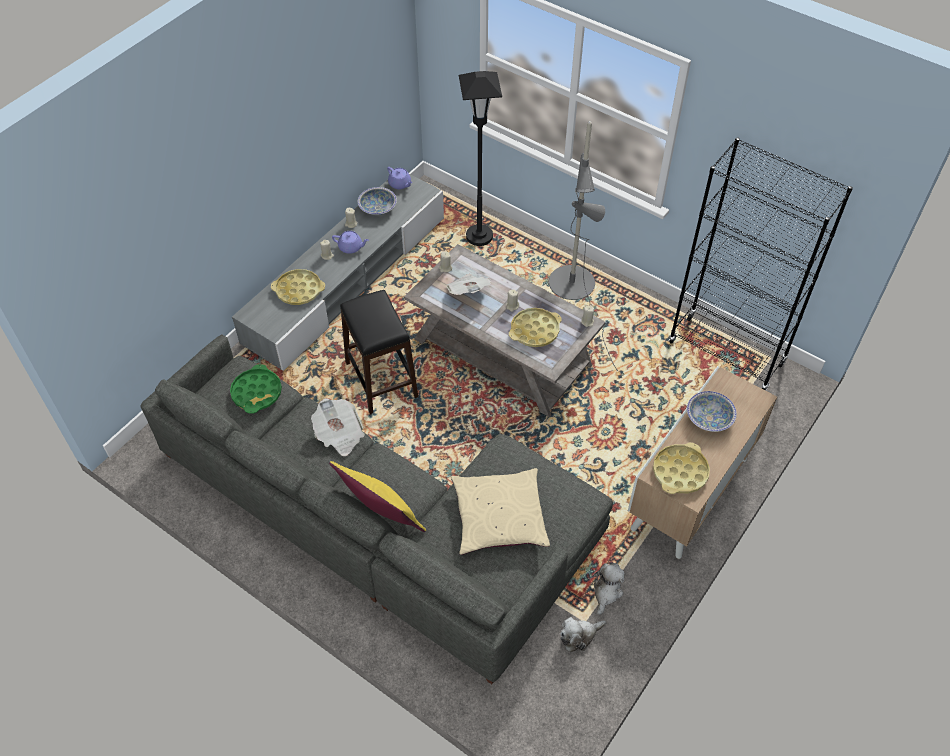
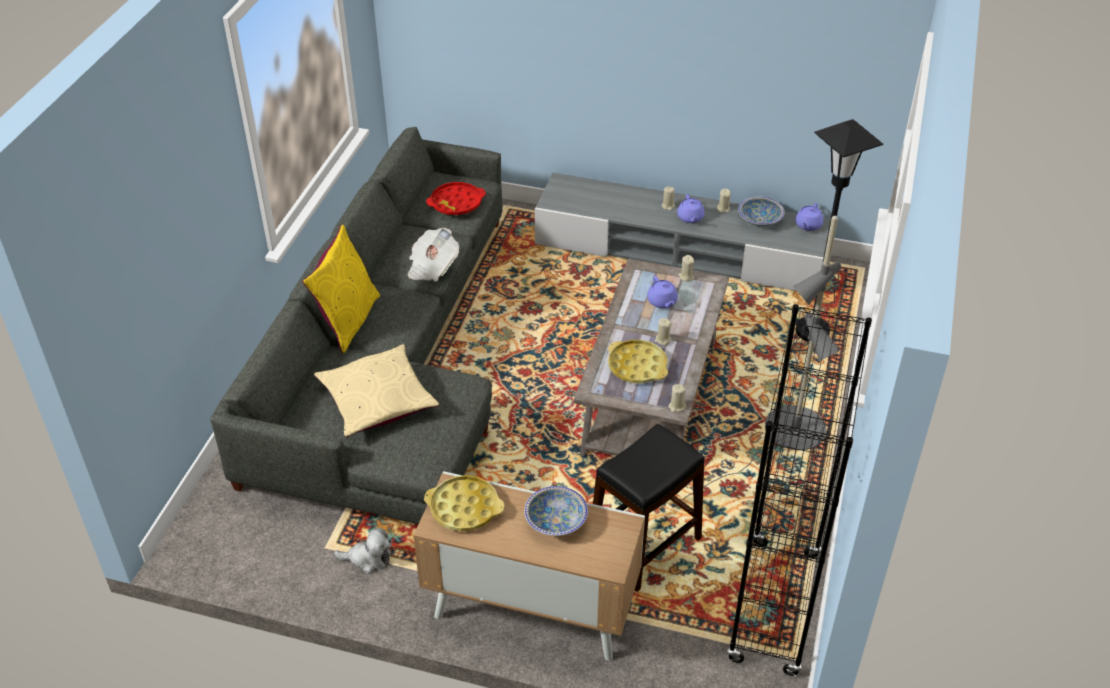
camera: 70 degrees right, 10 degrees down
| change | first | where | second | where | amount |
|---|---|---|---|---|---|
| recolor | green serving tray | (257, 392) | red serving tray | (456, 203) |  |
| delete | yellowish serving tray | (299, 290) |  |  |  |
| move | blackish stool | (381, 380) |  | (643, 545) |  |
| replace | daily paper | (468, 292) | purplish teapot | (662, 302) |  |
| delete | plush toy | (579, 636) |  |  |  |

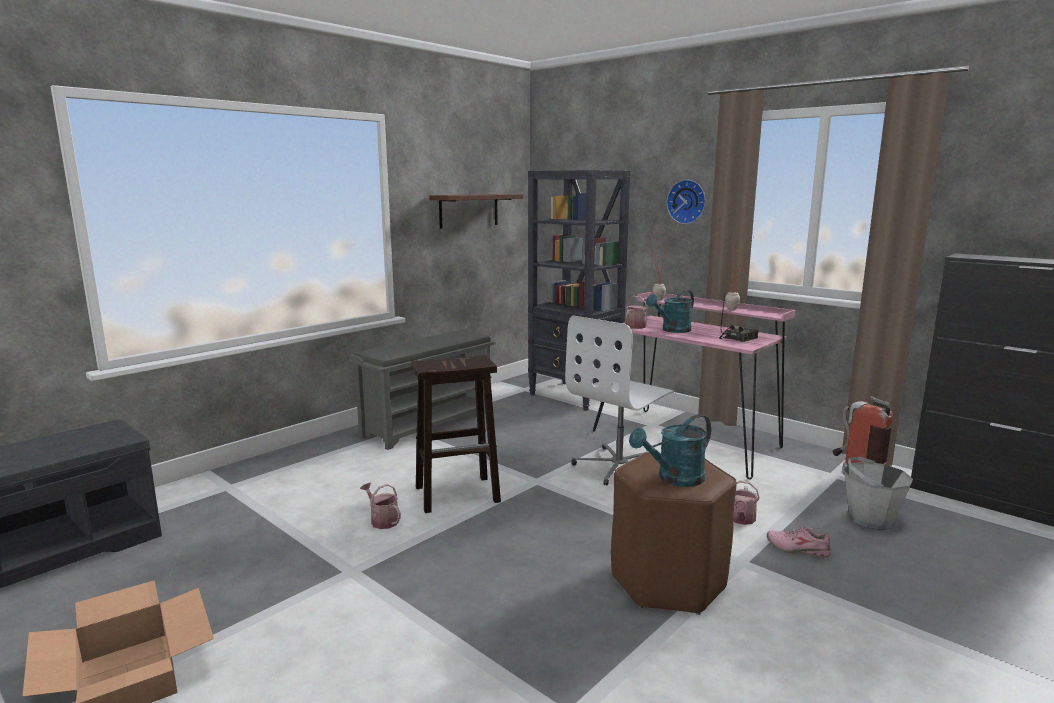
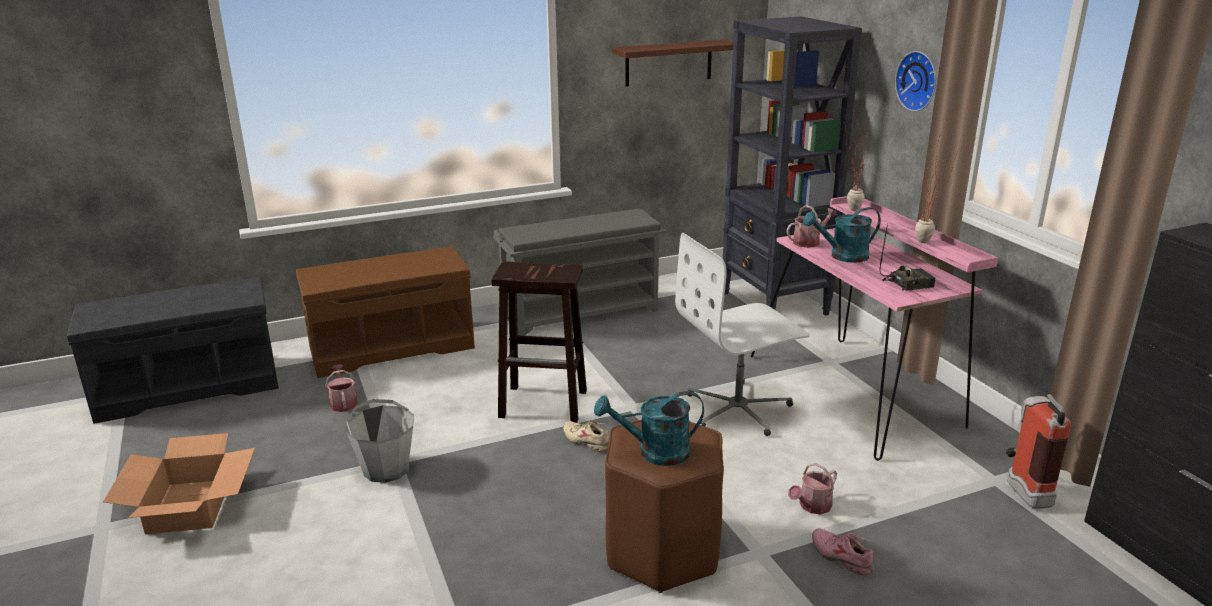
camera: 25 degrees right, 10 degrees up
| change | first | where | second | where | amount |
|---|---|---|---|---|---|
| move | watering can | (382, 520) |  | (343, 402) |  |
| move | gray water bucket | (871, 519) |  | (386, 468) |  |
| insert |  |  | brownish bench | (393, 346) |  |
| insert |  |  | beige-coloured low shoe | (586, 441) |  |

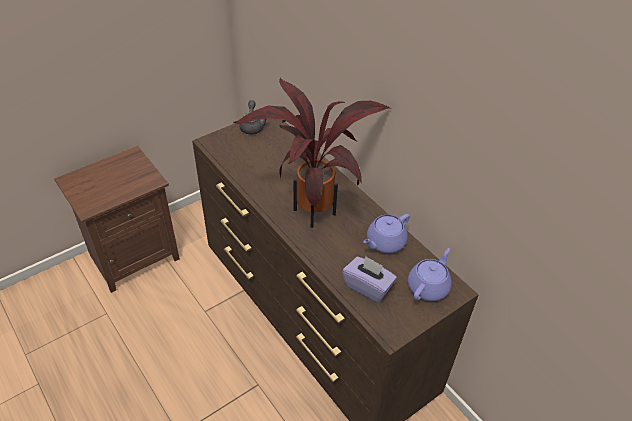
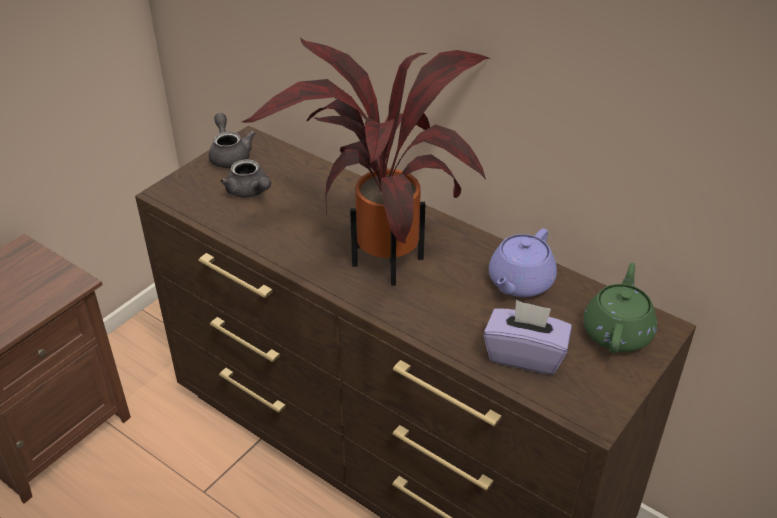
camera: 15 degrees left, 5 degrees down
| change | first | where | second | where | amount |
|---|---|---|---|---|---|
| recolor | purplish teapot | (428, 286) | green teapot | (617, 332) |  |
| insert |  |  | gray teapot | (250, 192) |  |

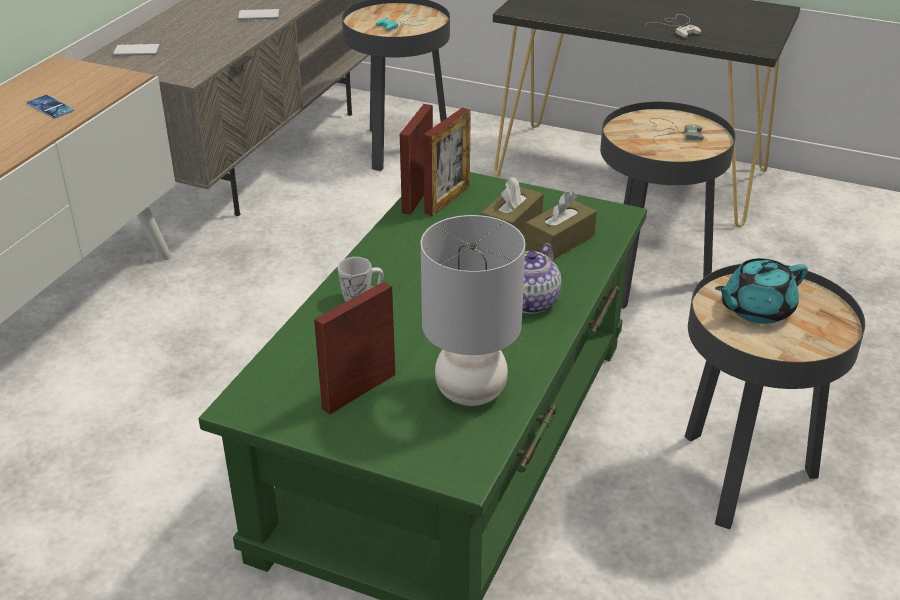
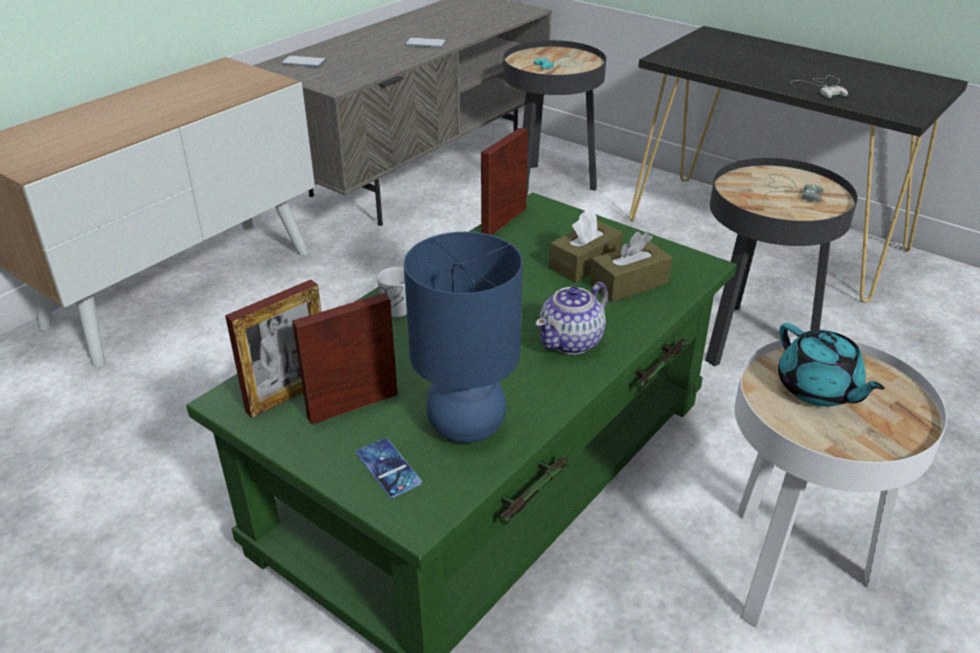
camera: 15 degrees right, 0 degrees up
| change | first | where | second | where | amount |
|---|---|---|---|---|---|
| move | phone | (50, 107) |  | (388, 468) |  |
| recolor | gray lamp for a table | (469, 392) | blue-coloured lamp for a table | (465, 426) |  |
| move | photo frame | (447, 200) |  | (288, 395) |  |
| recolor | blackish accent table | (743, 477) | whitish accent table | (789, 570) |  |
| rotate | blue-green teapot | (756, 309) |  | (818, 389) | 105 degrees counterclockwise |

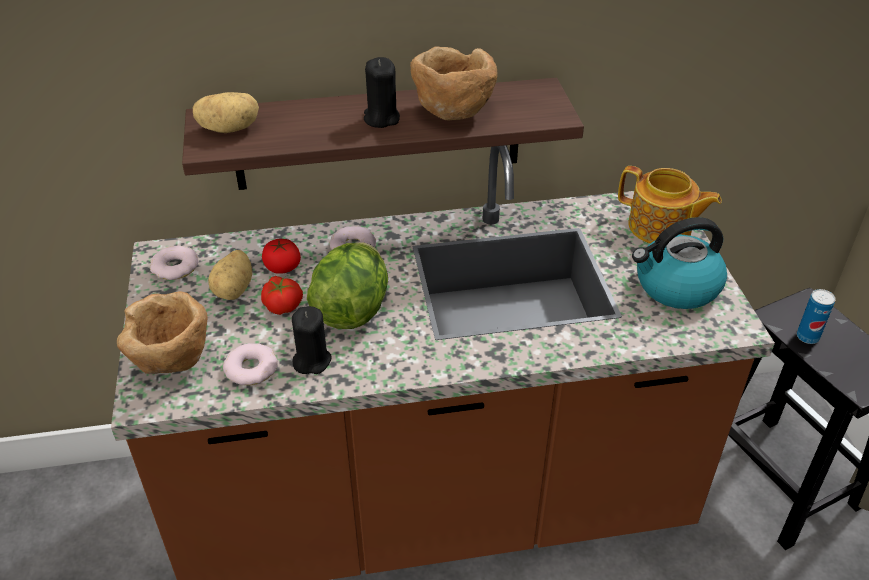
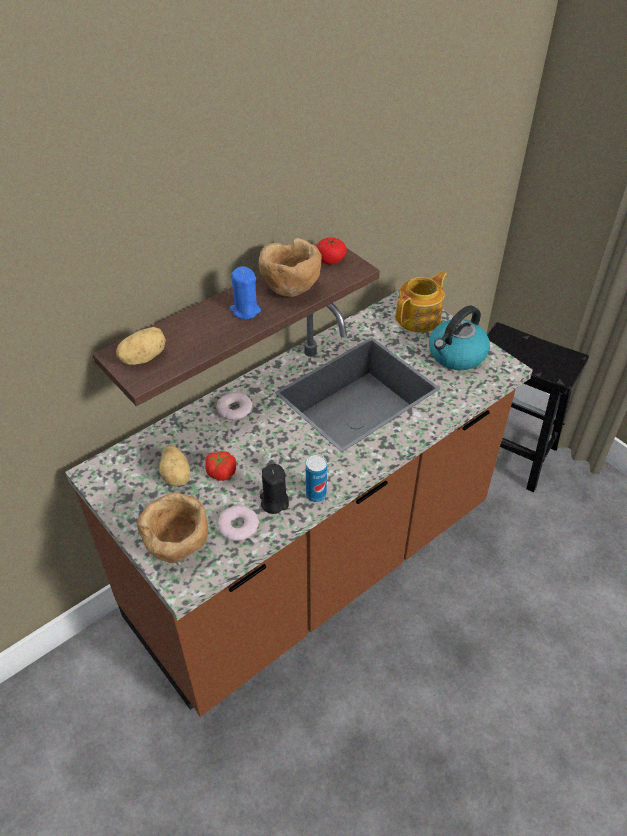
camera: 30 degrees left, 5 degrees up
| change | first | where | second | where | amount |
|---|---|---|---|---|---|
| delete | doughnut | (175, 267) |  |  |  |
| move | whole tomato | (282, 266) |  | (330, 259) |  |
| delete | lettuce | (352, 310) |  |  |  |
| recolor | blackish wax light | (381, 118) | blue-coloured wax light | (245, 310) |  |
| rotate | teapot | (661, 228) |  | (419, 318) | 45 degrees counterclockwise |
| move | sealed can | (807, 337) |  | (316, 495) |  |

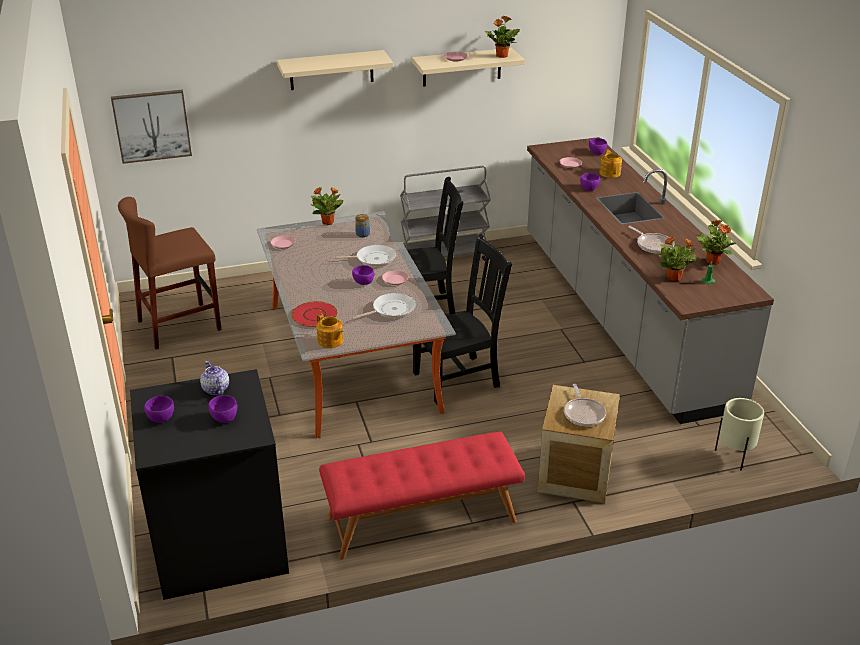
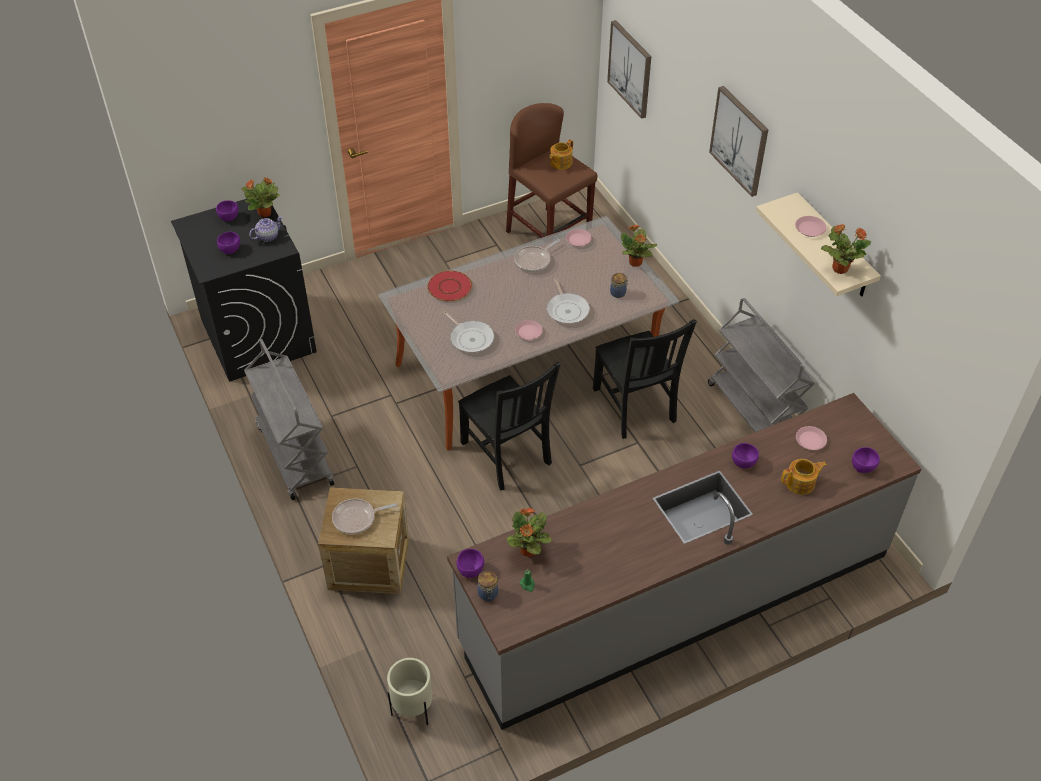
camera: 80 degrees right, 15 degrees up
| change | first | where | second | where | amount |
|---|---|---|---|---|---|
| replace | beige-coloured wall shelf | (331, 70) | picture | (740, 140) |  |
| move | teapot | (330, 341) |  | (560, 163) |  |
| replace | red bench | (422, 520) | gray trolley | (294, 454) |  |
| move | purplish serving bowl | (363, 283) |  | (469, 570) |  |
| move | pan | (653, 245) |  | (534, 260) |  |
| move | houseplant | (712, 261) |  | (265, 213) |  |
| insert |  |  | preserve jar | (488, 594) |  |

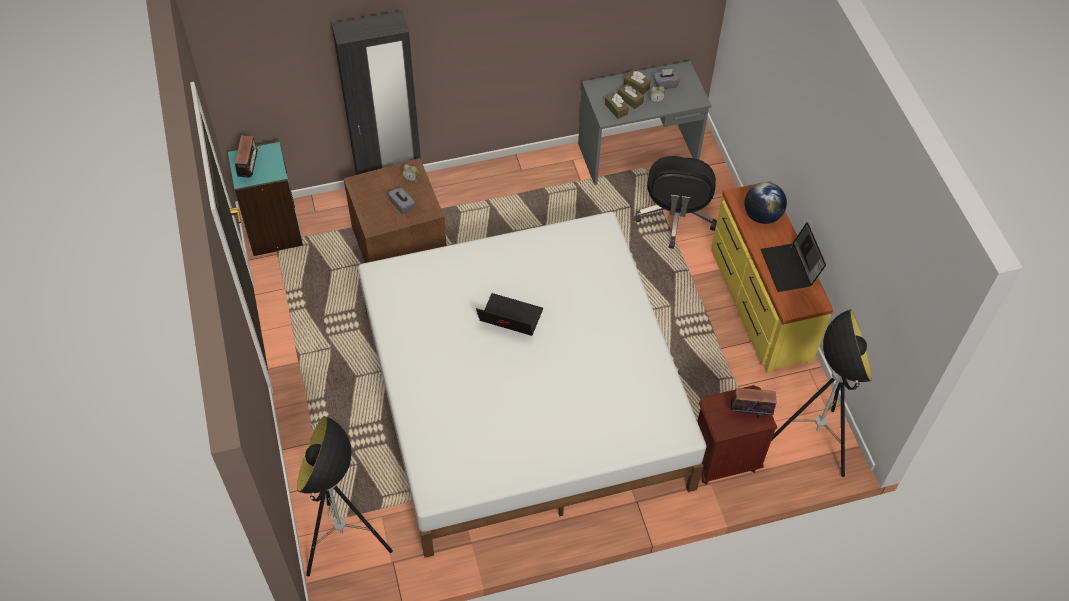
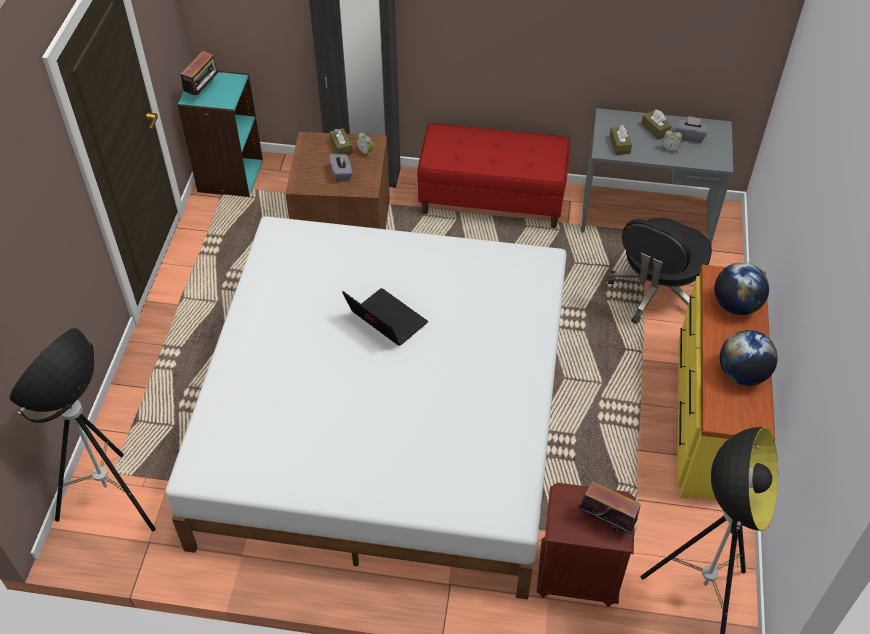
camera: 25 degrees right, 5 degrees down
| change | first | where | second | where | amount |
|---|---|---|---|---|---|
| move | brownish tissue holder | (630, 99) |  | (341, 147) |  |
| replace | laptop | (790, 268) | desk globe | (742, 374) |  |
| insert |  |  | red bench | (492, 200) |  |

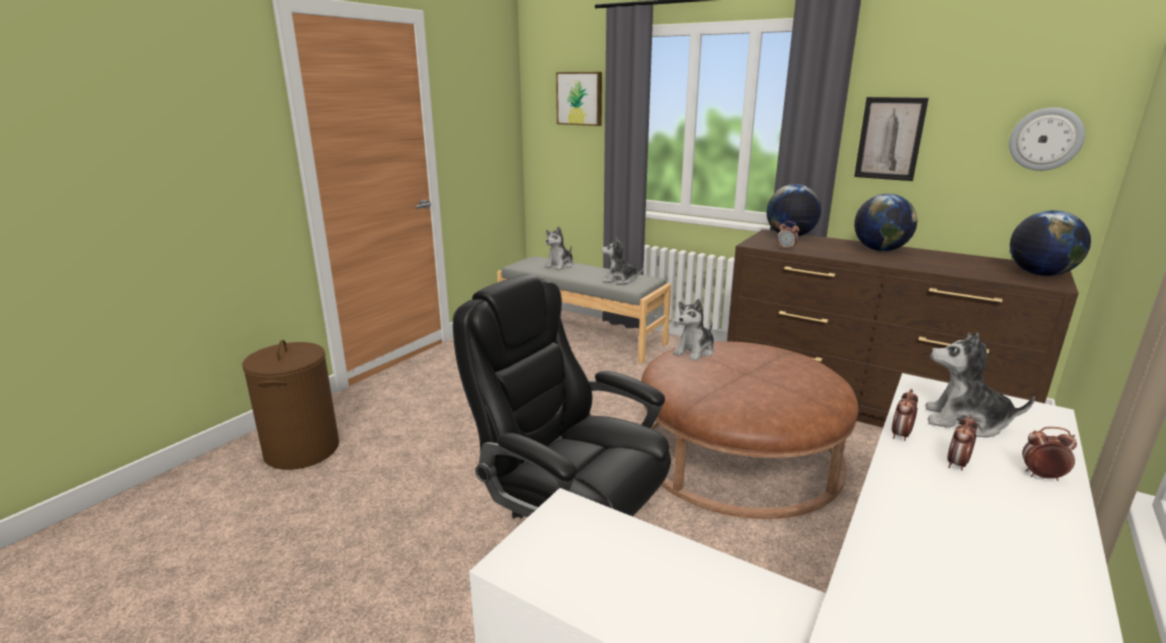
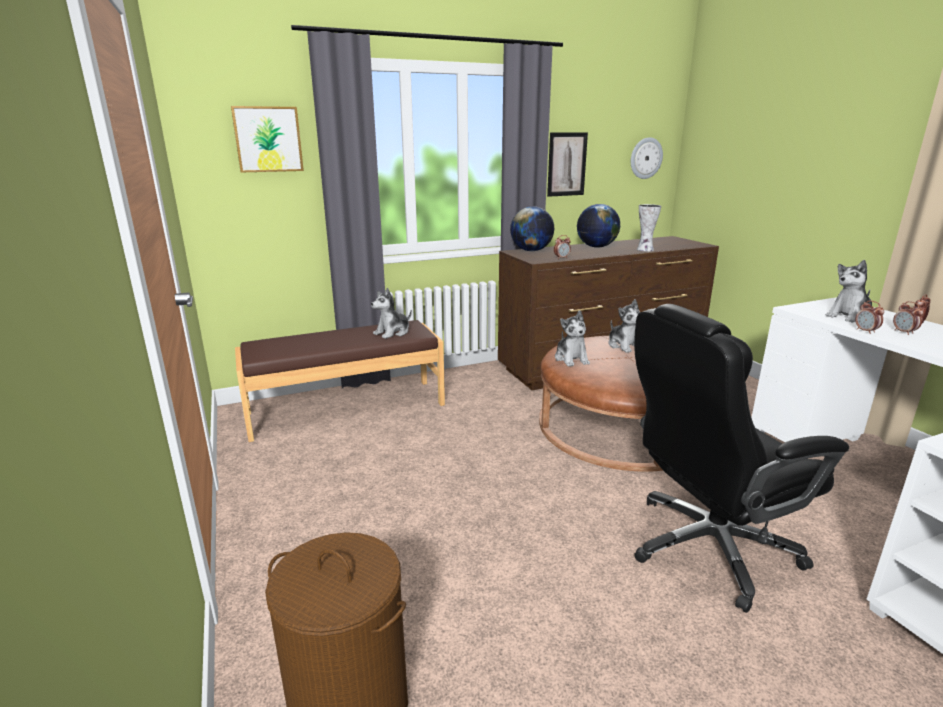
camera: 55 degrees left, 0 degrees up
| change | first | where | second | where | amount |
|---|---|---|---|---|---|
| recolor | gray bench | (582, 335) | brownish bench | (346, 408) |  |
| move | plush toy | (560, 265) |  | (624, 346) |  |
| delete | desk globe | (1039, 274) |  |  |  |
| insert |  |  | decorative vase | (644, 250) |  |

